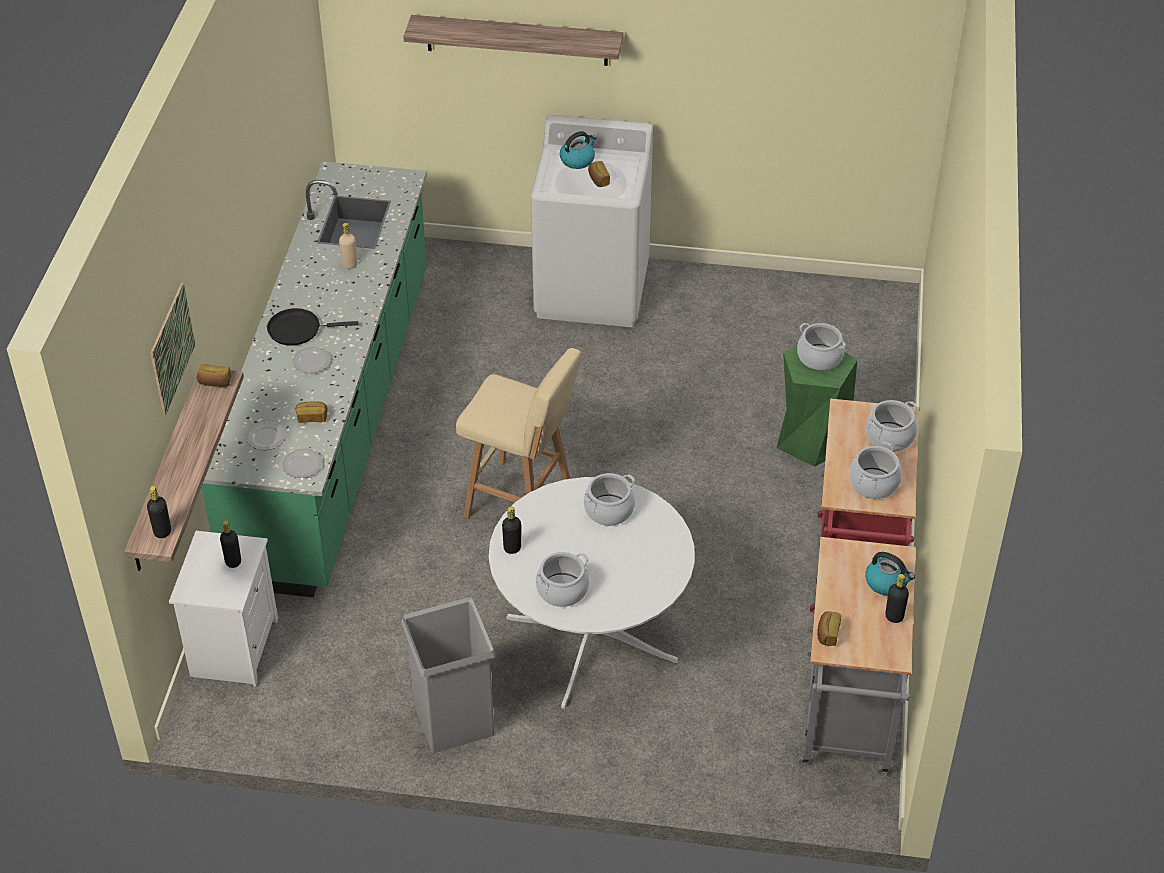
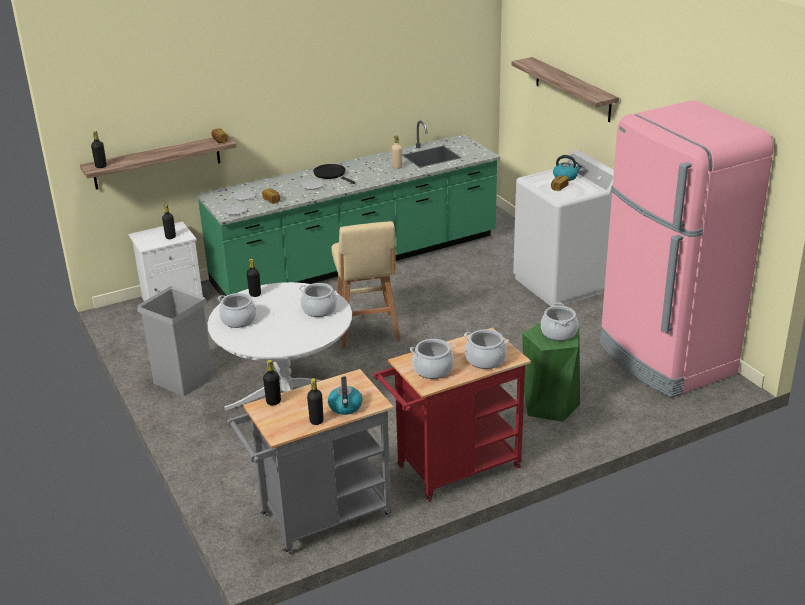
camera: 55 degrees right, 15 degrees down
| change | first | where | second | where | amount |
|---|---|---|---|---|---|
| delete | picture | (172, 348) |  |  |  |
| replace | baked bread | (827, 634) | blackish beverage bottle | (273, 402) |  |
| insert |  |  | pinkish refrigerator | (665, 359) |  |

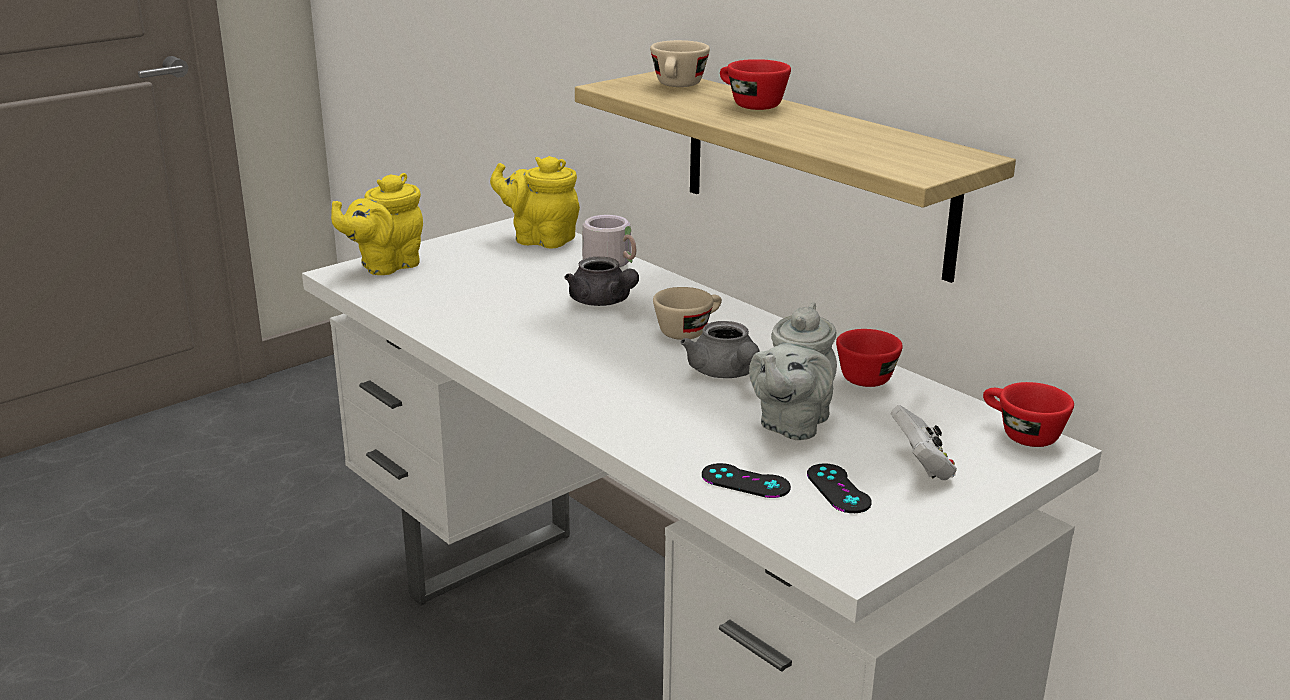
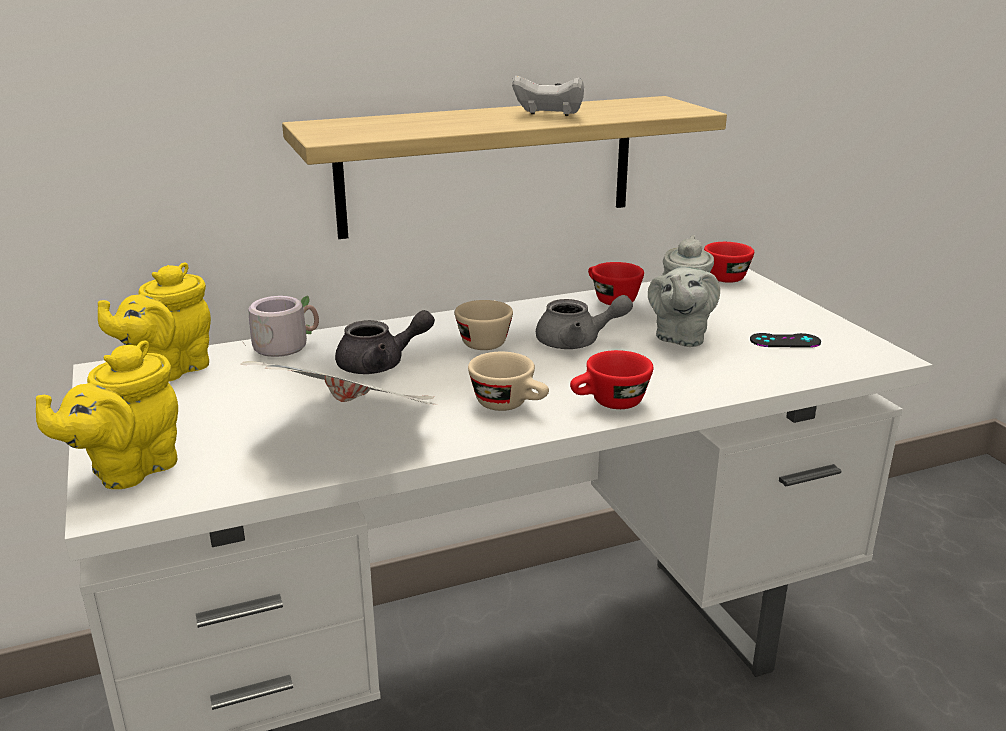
camera: 70 degrees left, 0 degrees up
| change | first | where | second | where | amount |
|---|---|---|---|---|---|
| rotate | yellowish teapot | (385, 266) |  | (128, 470) | 60 degrees clockwise |
| move | beige-coloured small cup | (678, 86) |  | (510, 405) |  |
| delete | blackish joypad | (745, 481) |  |  |  |
| move | red small cup | (749, 104) |  | (609, 403) |  |
| rotate | gray teapot | (791, 424) |  | (680, 336) | 60 degrees clockwise |
| move | whitish joypad | (922, 466) |  | (549, 115) |  |
| insert |  |  | daily paper | (354, 430) |  |

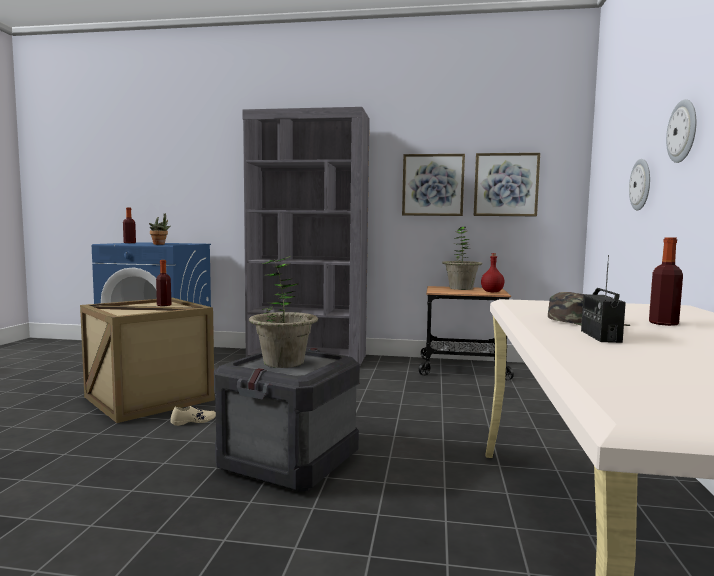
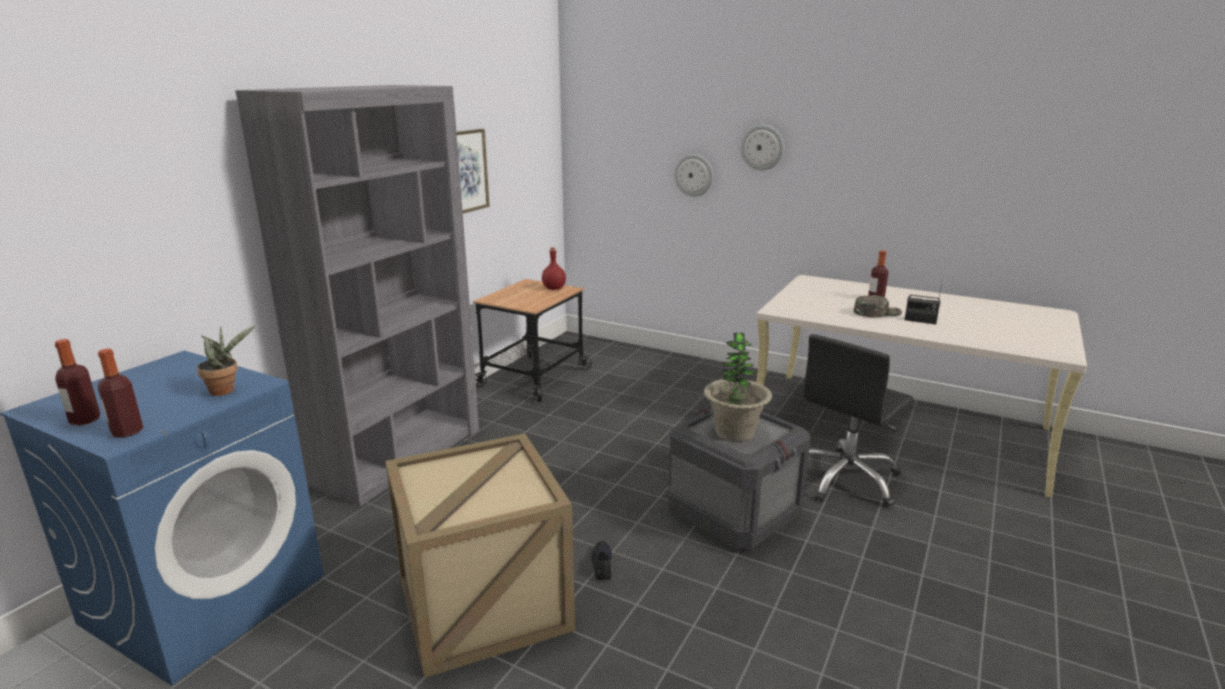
camera: 70 degrees left, 15 degrees up
| change | first | where | second | where | amount |
|---|---|---|---|---|---|
| move | beverage bottle | (164, 305) |  | (127, 432) |  |
| recolor | beige-coloured low shoe | (193, 421) | blackish low shoe | (602, 564) |  |
| delete | houseplant | (461, 288) |  |  |  |
| delete | picture | (506, 185) |  |  |  |
| insert |  |  | blackish desk chair | (846, 479) |  |

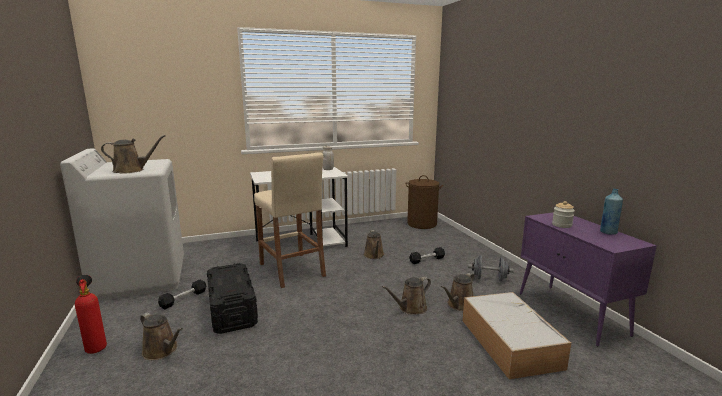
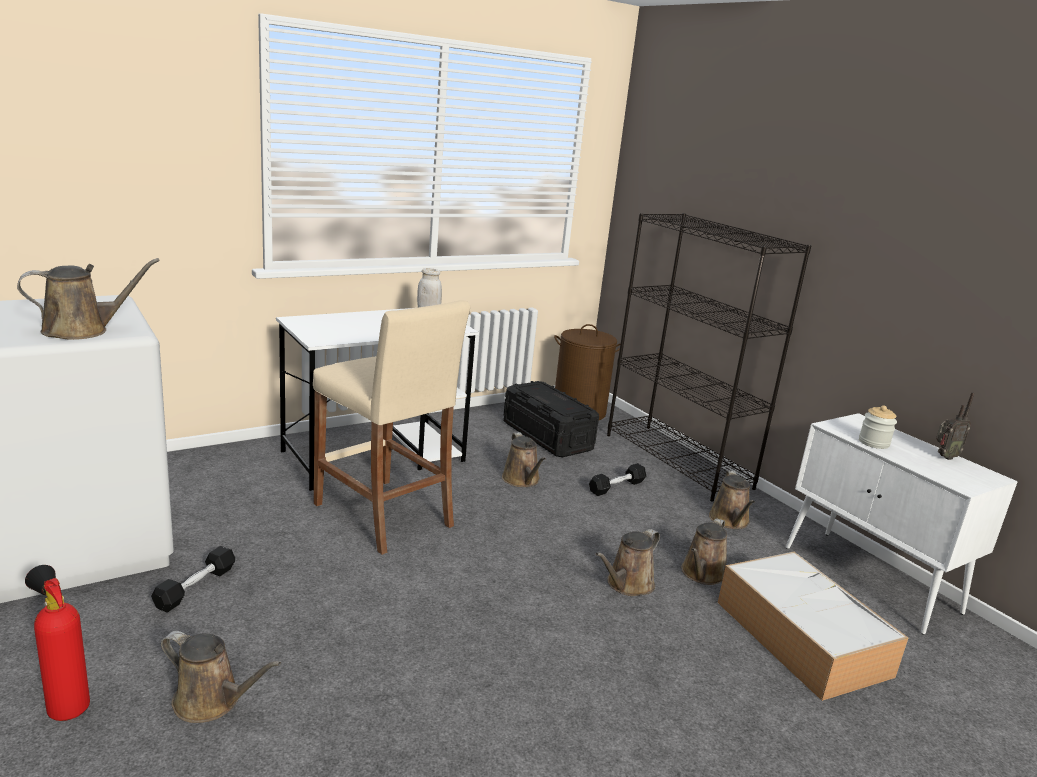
camera: 15 degrees left, 5 degrees up
| change | first | where | second | where | amount |
|---|---|---|---|---|---|
| move | blackish storage container | (232, 310) |  | (547, 436) |  |
| replace | gray dumbbell | (489, 278) | brownish watering can | (730, 521) |  |
| recolor | purplish storage cabinet | (572, 313) | whitish storage cabinet | (871, 580) |  |
| replace | blue-coloured beverage bottle | (608, 232) | radio set | (944, 457) |  |
| insert |  |  | blackish bookcase | (678, 461) |  |

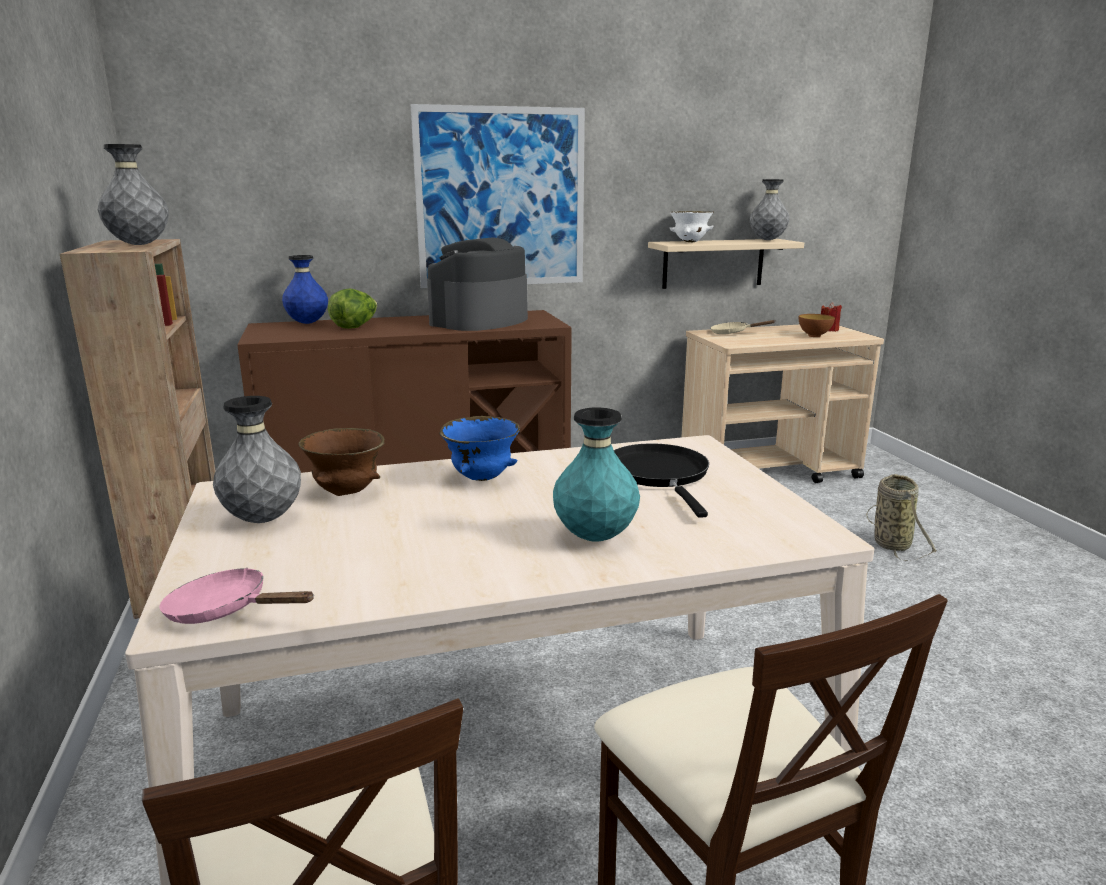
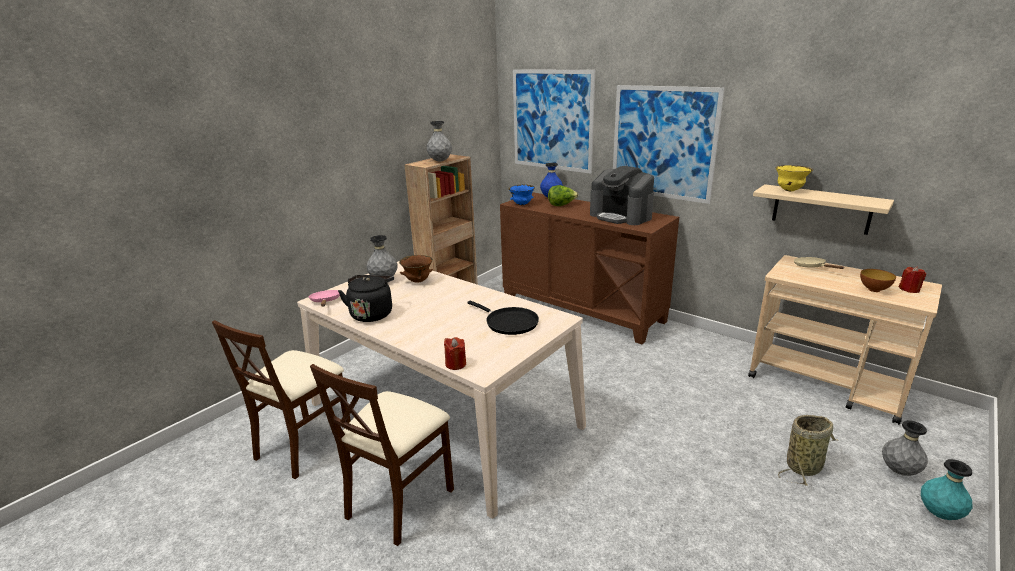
camera: 55 degrees right, 5 degrees up
| change | first | where | second | where | amount |
|---|---|---|---|---|---|
| rotate | coffee maker | (479, 321) |  | (621, 216) | 135 degrees counterclockwise |
| move | blue-coloured serving bowl | (481, 478) |  | (522, 204) |  |
| move | blue-green decorative vase | (595, 538) |  | (939, 514) |  |
| rotate | blackish pan | (660, 475) |  | (509, 323) | 90 degrees clockwise |
| recolor | whitish serving bowl | (690, 242) | yellowish serving bowl | (789, 190) |  |
| move | gray decorative vase | (767, 240) |  | (899, 471) |  |
| insert |  |  | blackish kettle | (372, 313) |  |
| insert |  |  | red wax light | (455, 364) |  |
| insert |  |  | picture | (552, 120) |  |

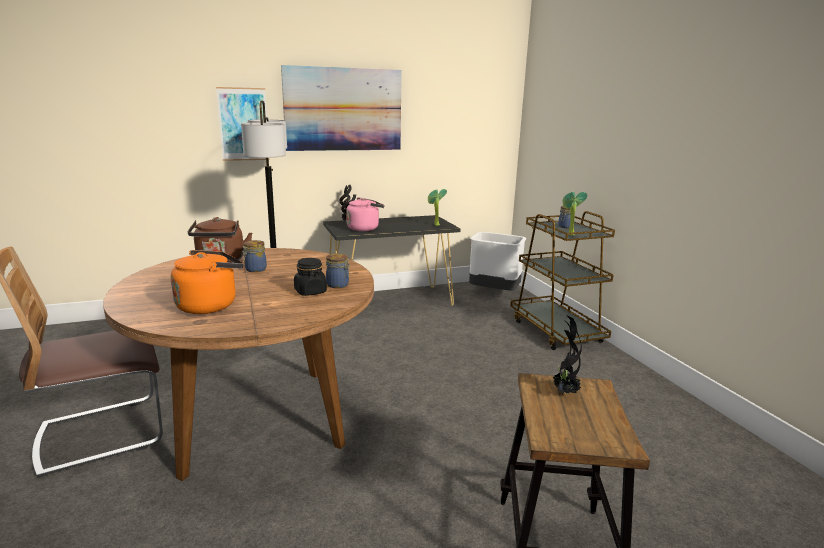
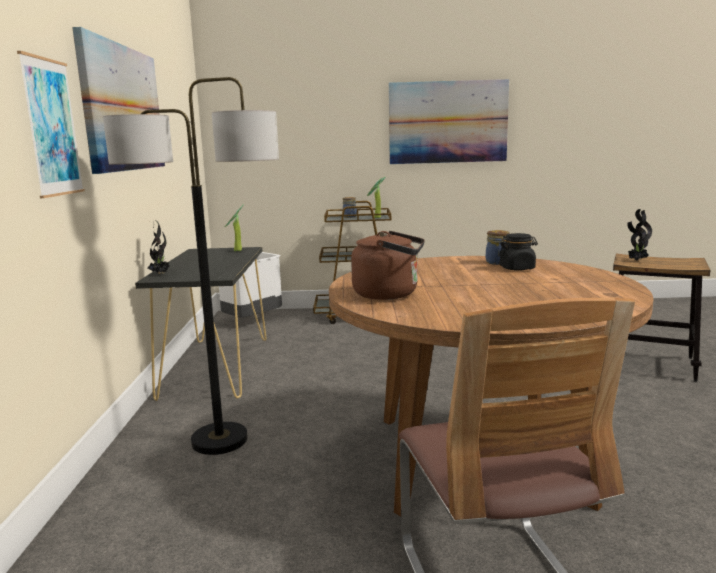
camera: 70 degrees left, 5 degrees down
| change | first | where | second | where | amount |
|---|---|---|---|---|---|
| delete | orange kettle | (210, 305) |  |  |  |
| delete | preserve jar | (255, 269) |  |  |  |
| delete | pinkish kettle | (364, 228) |  |  |  |
| insert |  |  | picture | (447, 122) |  |

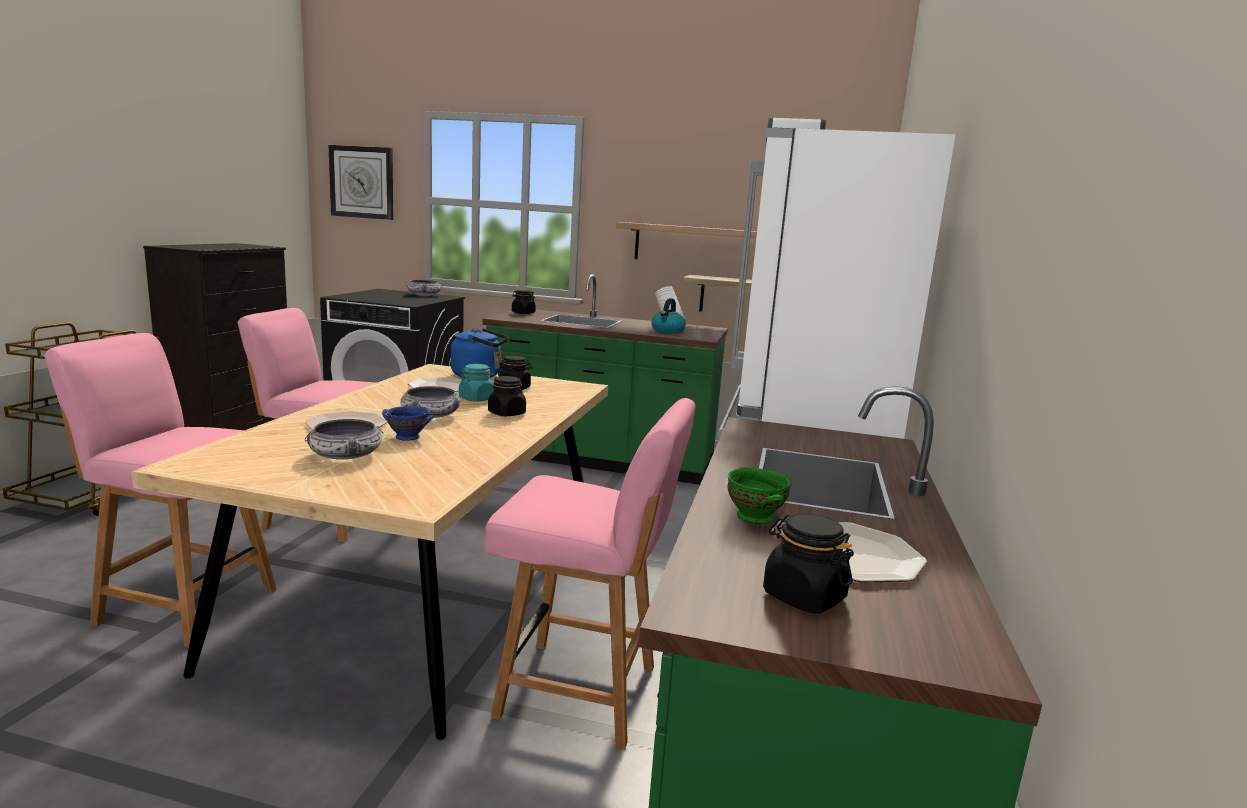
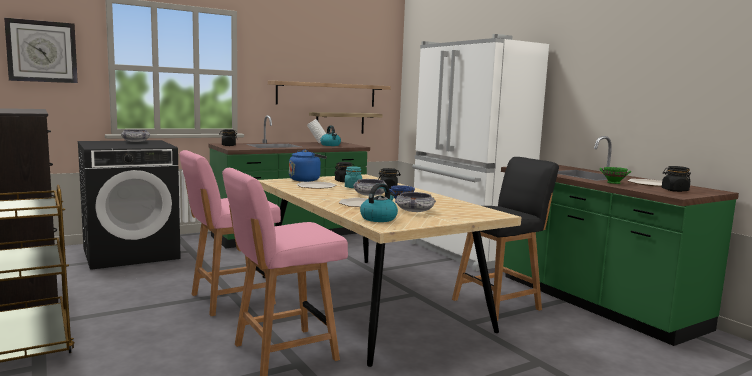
camera: 45 degrees left, 5 degrees down
| change | first | where | second | where | amount |
|---|---|---|---|---|---|
| recolor | pinkish plain chair | (582, 692) | blackish plain chair | (498, 304) |  |
| insert |  |  | kettle | (379, 218) |  |

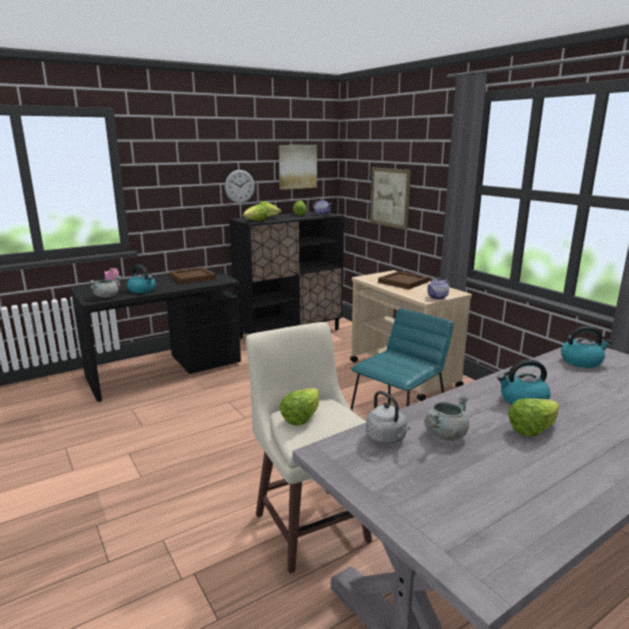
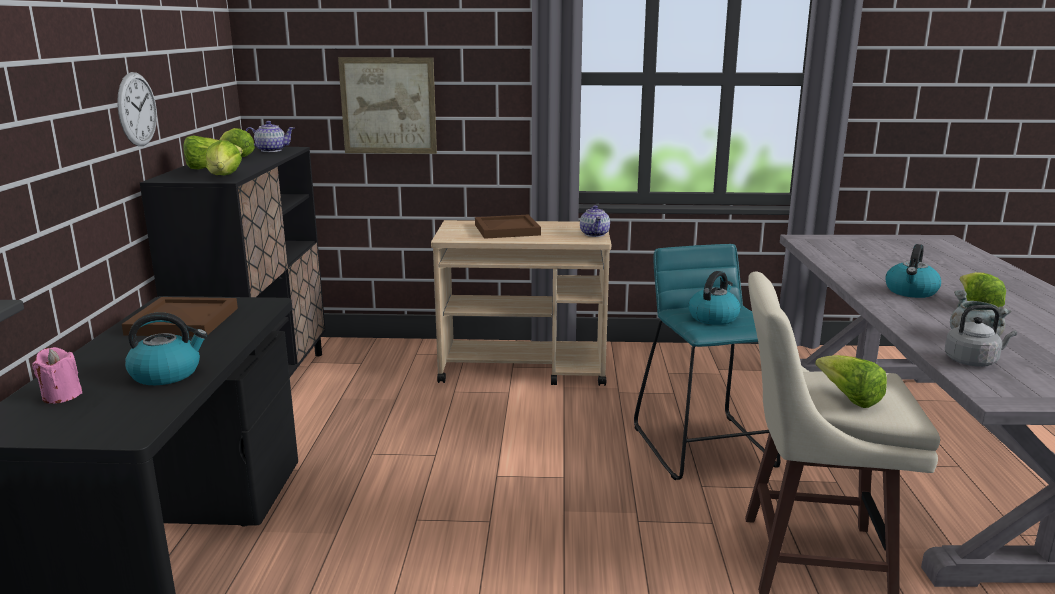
camera: 55 degrees left, 0 degrees up
| change | first | where | second | where | amount |
|---|---|---|---|---|---|
| delete | gray cooking pot | (106, 296) |  |  |  |
| delete | picture | (297, 166) |  |  |  |
| move | kettle | (582, 361) |  | (713, 317) |  |

